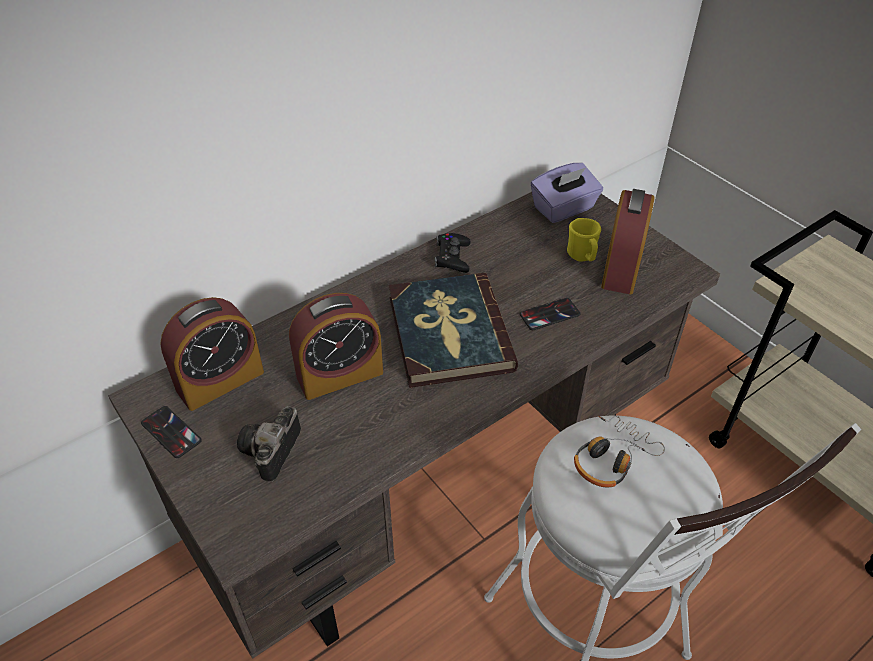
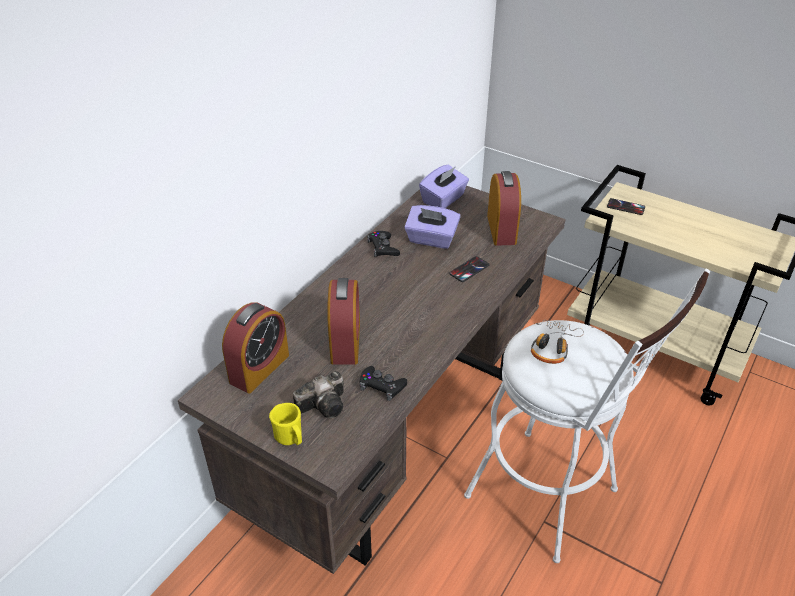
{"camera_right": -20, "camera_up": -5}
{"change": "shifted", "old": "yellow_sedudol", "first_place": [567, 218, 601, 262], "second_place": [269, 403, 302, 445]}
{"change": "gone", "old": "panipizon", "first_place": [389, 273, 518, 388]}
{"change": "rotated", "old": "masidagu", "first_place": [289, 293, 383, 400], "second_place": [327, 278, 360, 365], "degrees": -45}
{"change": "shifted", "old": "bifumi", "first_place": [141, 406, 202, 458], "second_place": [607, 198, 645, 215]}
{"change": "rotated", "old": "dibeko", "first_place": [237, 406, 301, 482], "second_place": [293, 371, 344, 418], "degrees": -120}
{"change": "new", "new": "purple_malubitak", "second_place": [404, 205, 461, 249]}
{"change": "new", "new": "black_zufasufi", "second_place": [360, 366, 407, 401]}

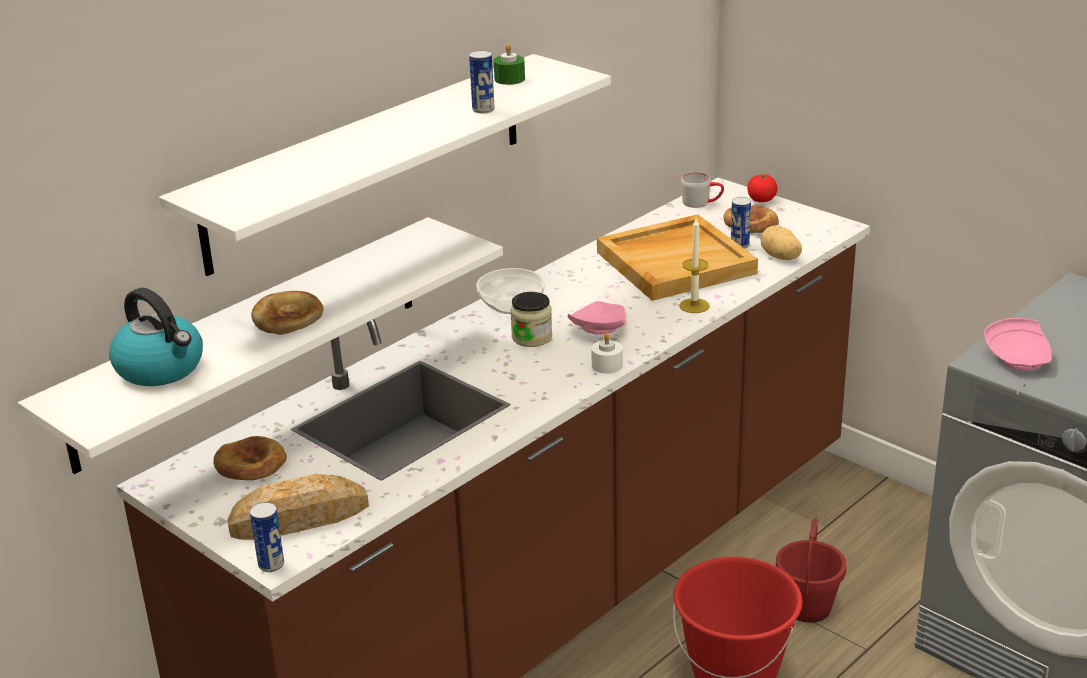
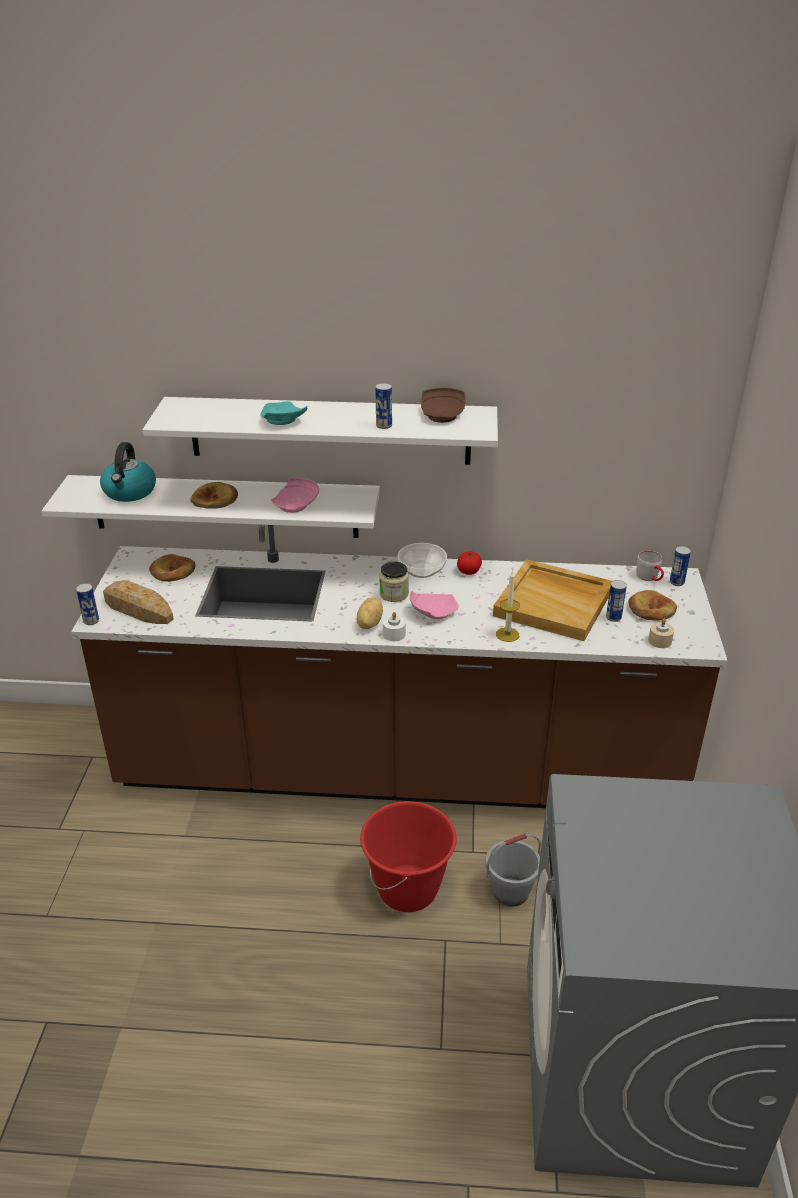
{"camera_right": 50, "camera_up": 5}
{"change": "swapped", "old": "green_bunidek", "new": "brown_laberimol", "first_place": [494, 43, 525, 85], "second_place": [421, 388, 465, 423]}
{"change": "shifted", "old": "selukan", "first_place": [747, 174, 778, 202], "second_place": [457, 551, 482, 575]}
{"change": "shifted", "old": "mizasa", "first_place": [760, 225, 802, 260], "second_place": [357, 597, 383, 629]}
{"change": "shifted", "old": "pink_laberimol", "first_place": [984, 318, 1052, 371], "second_place": [271, 478, 319, 513]}
{"change": "repainted", "old": "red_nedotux", "new": "grey_nedotux", "first_place": [776, 518, 847, 623], "second_place": [486, 834, 541, 906]}
{"change": "new", "new": "turquoise_laberimol", "second_place": [260, 401, 307, 425]}
{"change": "new", "new": "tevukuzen", "second_place": [670, 546, 691, 586]}
{"change": "new", "new": "beige_bunidek", "second_place": [648, 619, 674, 648]}

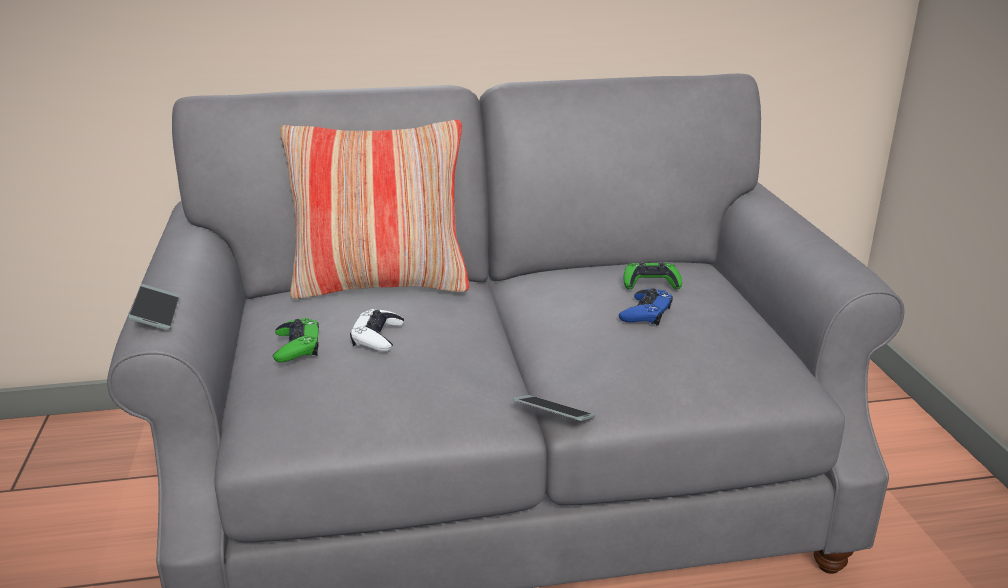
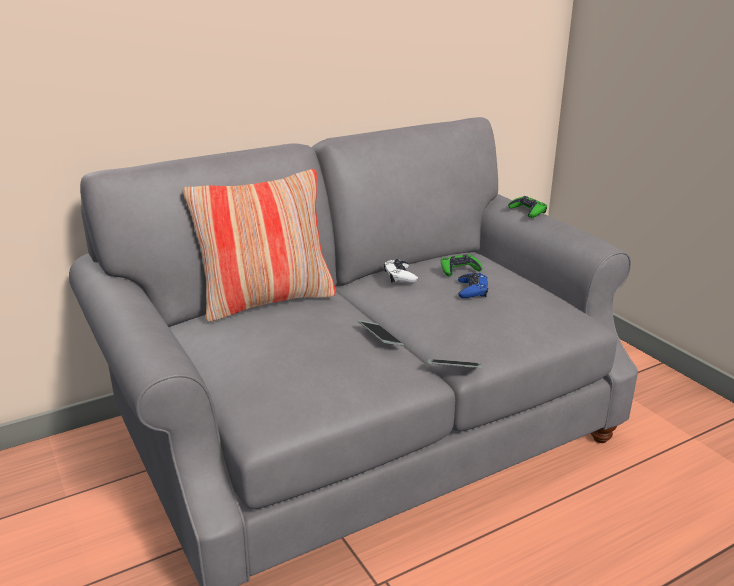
{"camera_right": -20, "camera_up": 0}
{"change": "shifted", "old": "bifumi", "first_place": [128, 284, 179, 330], "second_place": [358, 320, 404, 346]}
{"change": "shifted", "old": "white_zufasufi", "first_place": [350, 309, 404, 352], "second_place": [384, 259, 418, 283]}
{"change": "shifted", "old": "green_zufasufi", "first_place": [273, 318, 319, 362], "second_place": [508, 196, 547, 218]}

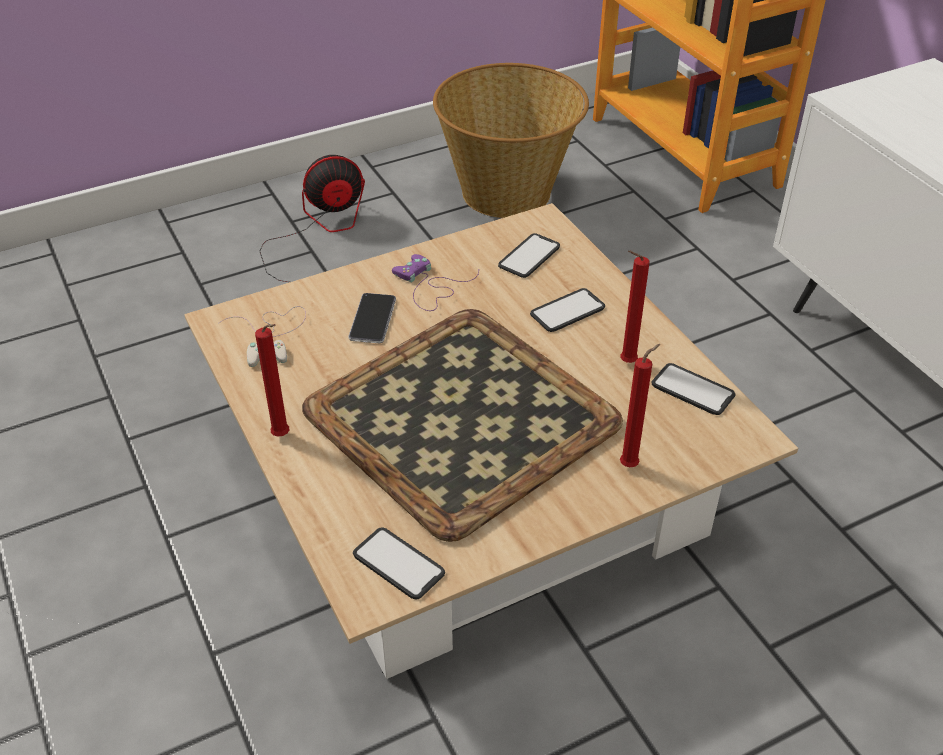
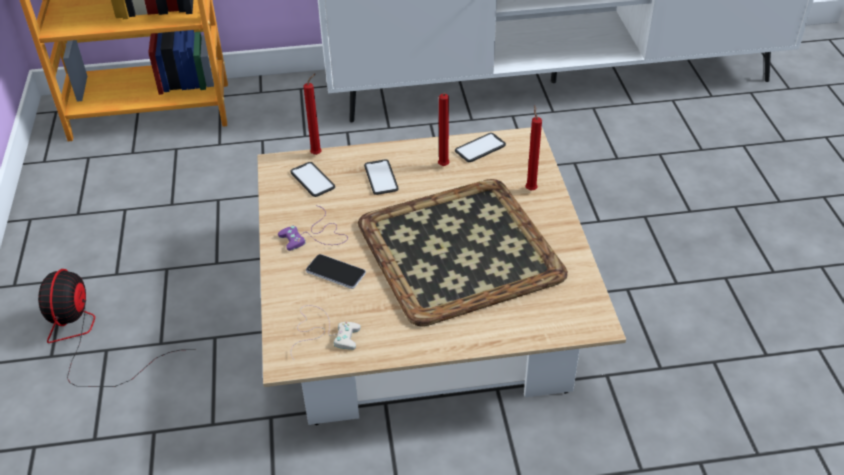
{"camera_right": -70, "camera_up": 0}
{"change": "gone", "old": "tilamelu", "first_place": [433, 63, 589, 218]}
{"change": "shifted", "old": "red_bunidek", "first_place": [255, 324, 289, 437], "second_place": [303, 73, 322, 155]}
{"change": "gone", "old": "bifumi", "first_place": [353, 527, 445, 599]}

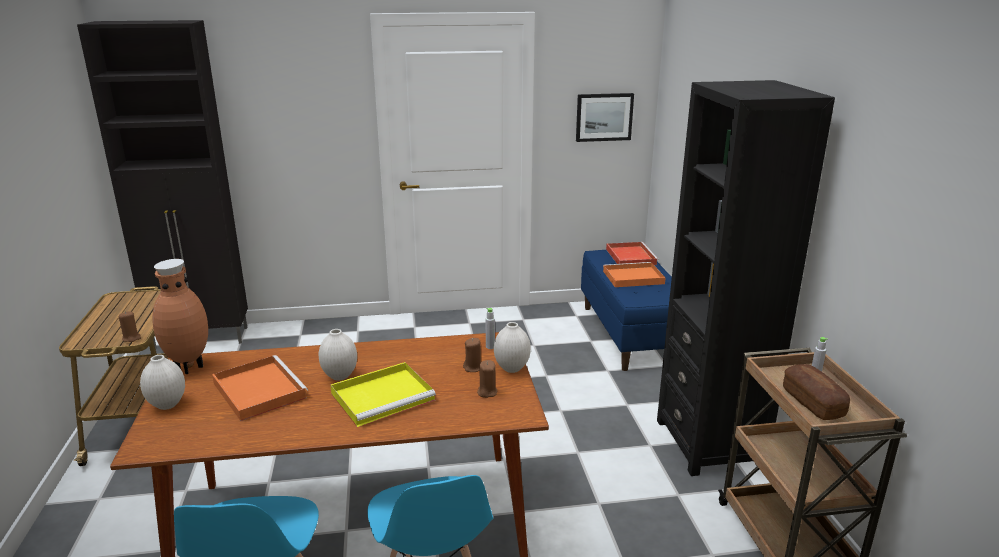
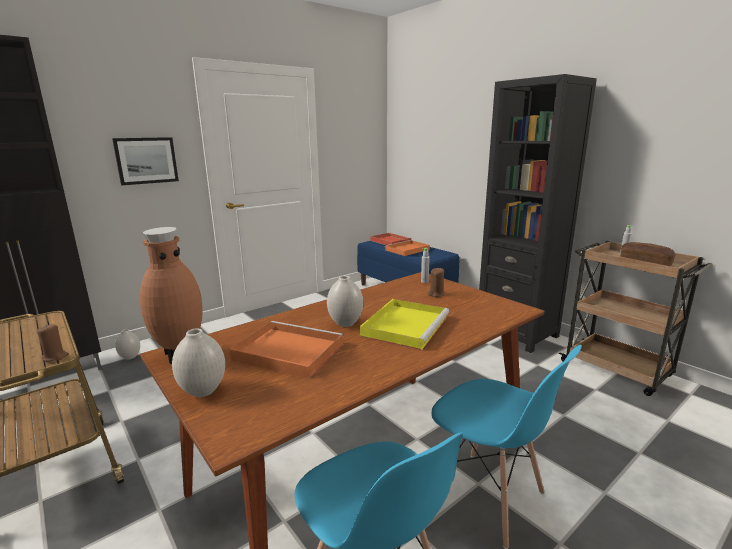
{"camera_right": -30, "camera_up": -5}
{"change": "shifted", "old": "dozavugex", "first_place": [576, 93, 634, 142], "second_place": [112, 137, 179, 185]}
{"change": "shifted", "old": "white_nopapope", "first_place": [494, 322, 531, 373], "second_place": [115, 329, 140, 360]}
{"change": "gone", "old": "brown_bunidek", "first_place": [477, 360, 497, 398]}

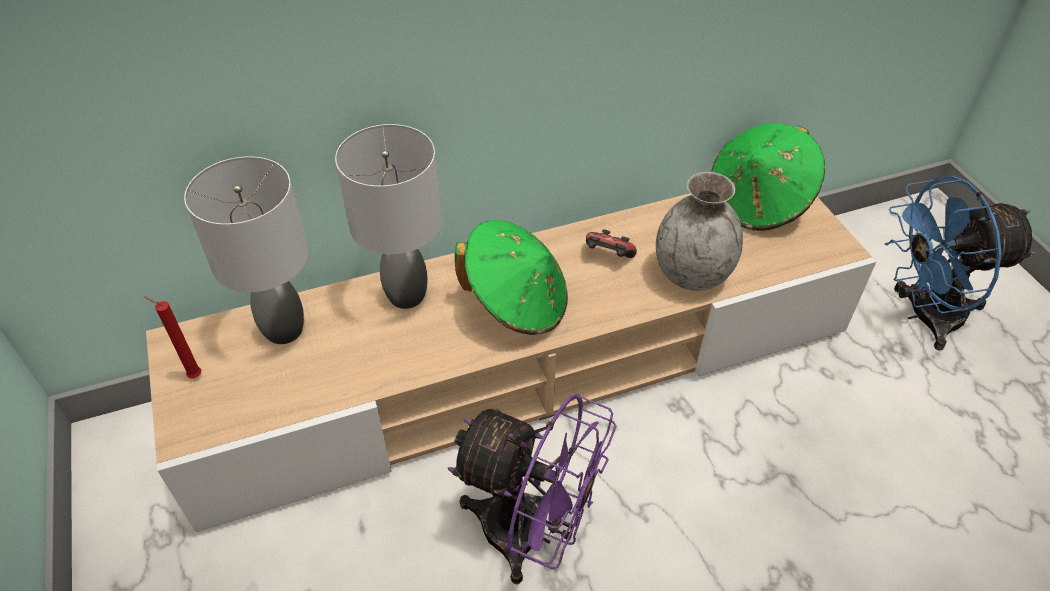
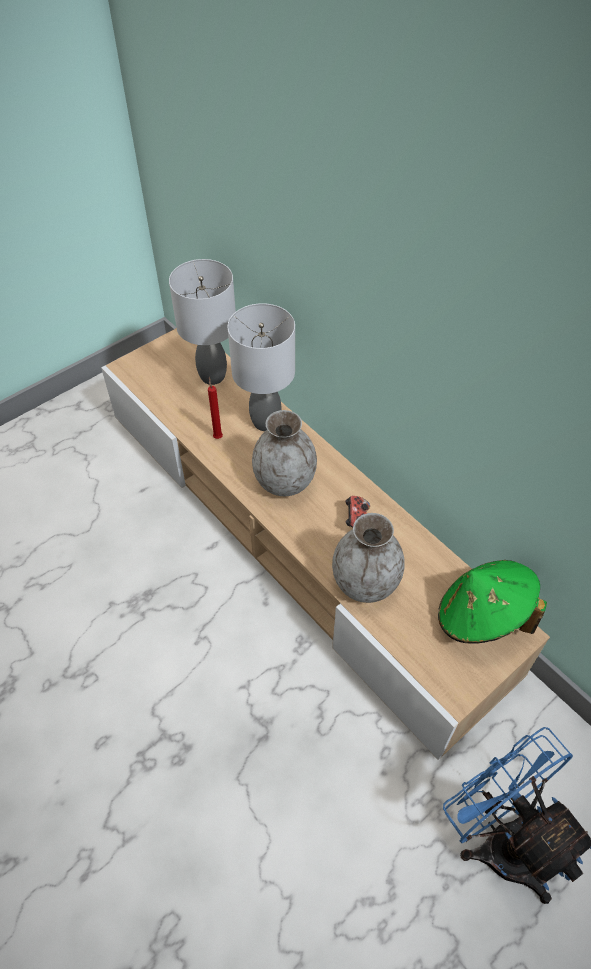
{"camera_right": 70, "camera_up": 5}
{"change": "swapped", "old": "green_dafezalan", "new": "grey_nopapope", "first_place": [455, 220, 568, 335], "second_place": [252, 410, 317, 496]}
{"change": "shifted", "old": "red_bunidek", "first_place": [144, 296, 201, 378], "second_place": [208, 377, 223, 439]}
{"change": "gone", "old": "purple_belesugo", "first_place": [448, 393, 616, 584]}

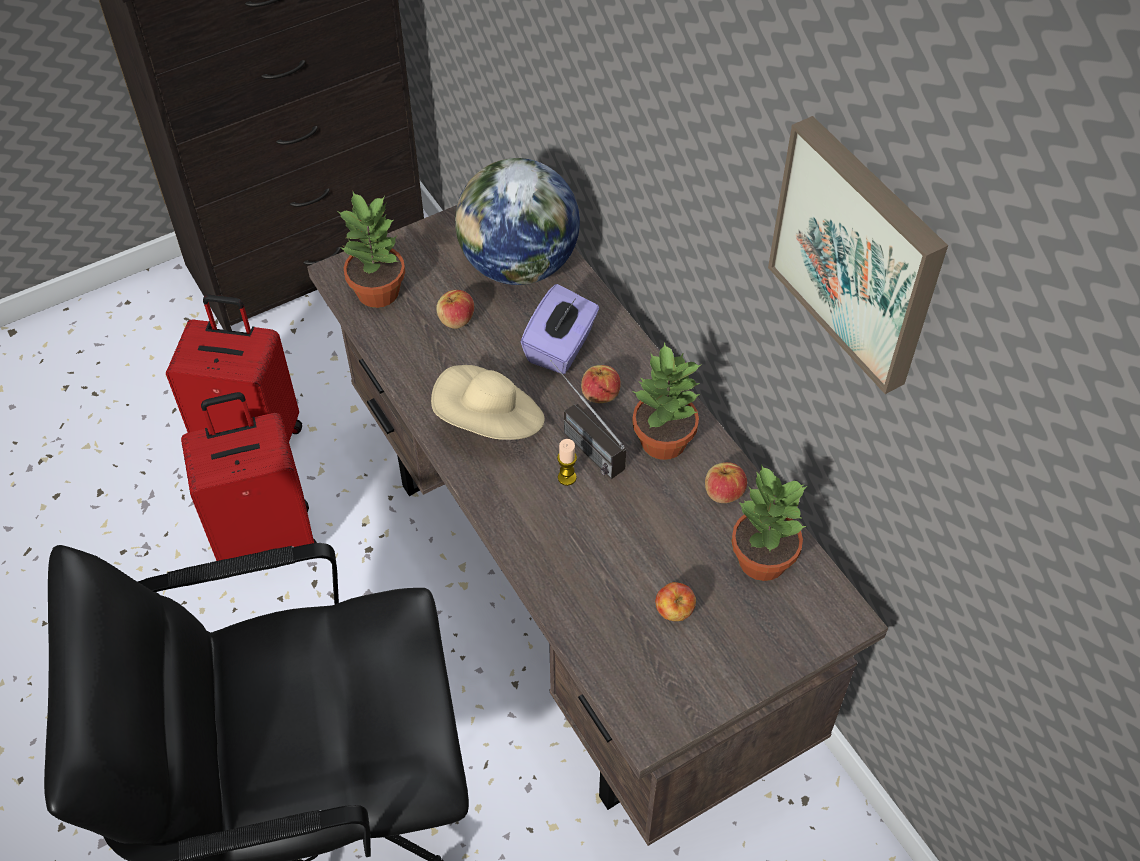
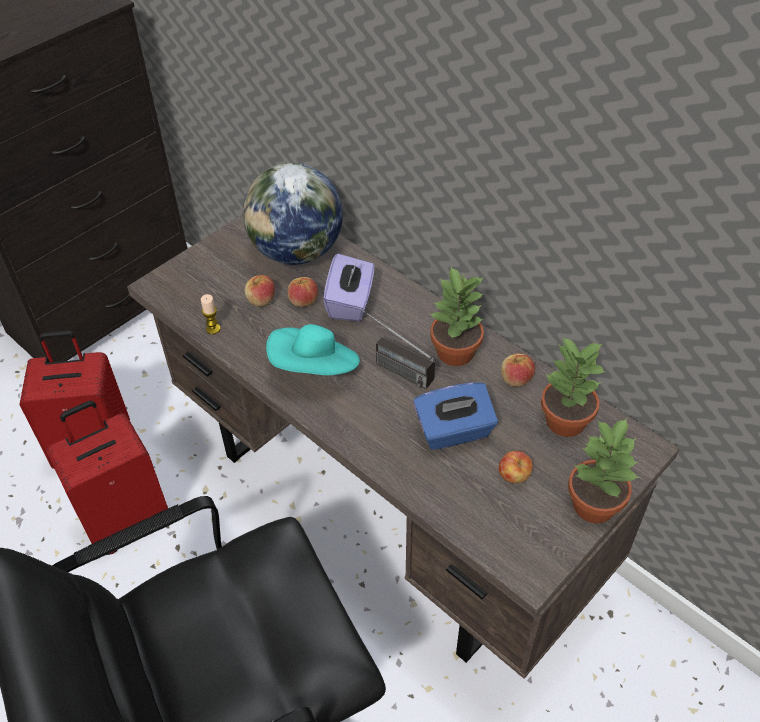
{"camera_right": -15, "camera_up": -5}
{"change": "gone", "old": "dozavugex", "first_place": [768, 116, 948, 394]}
{"change": "shifted", "old": "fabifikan", "first_place": [337, 192, 405, 308], "second_place": [568, 418, 640, 523]}
{"change": "repainted", "old": "beige_dafezalan", "new": "turquoise_dafezalan", "first_place": [431, 365, 544, 440], "second_place": [266, 324, 360, 375]}
{"change": "shifted", "old": "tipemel", "first_place": [581, 365, 621, 403], "second_place": [288, 277, 318, 307]}
{"change": "shifted", "old": "bunidek", "first_place": [557, 439, 577, 486], "second_place": [201, 294, 221, 334]}
{"change": "new", "new": "blue_malubitak", "second_place": [413, 382, 498, 450]}

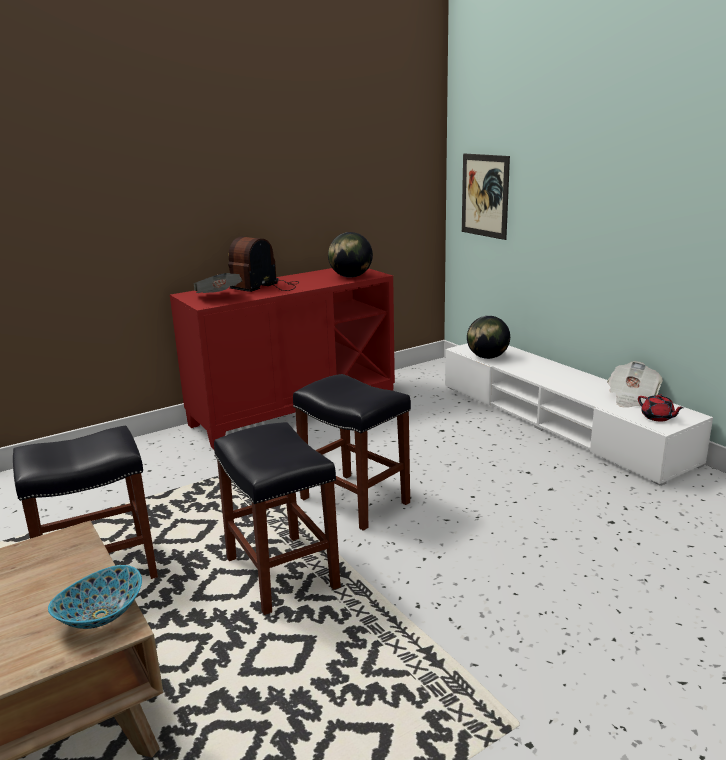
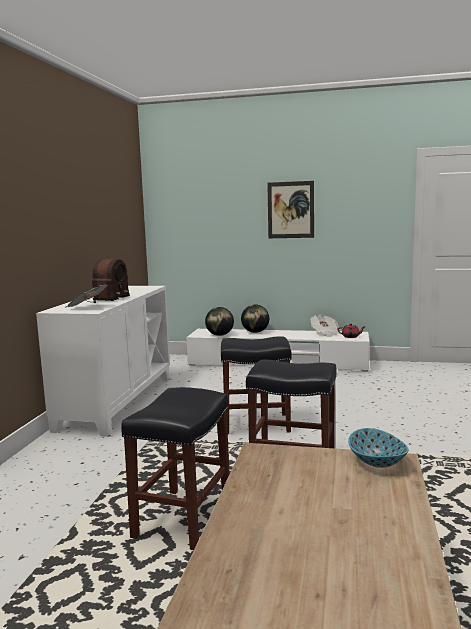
{"camera_right": -45, "camera_up": -10}
{"change": "shifted", "old": "dozavugex", "first_place": [462, 154, 510, 240], "second_place": [267, 181, 314, 238]}
{"change": "shifted", "old": "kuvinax", "first_place": [328, 232, 373, 278], "second_place": [241, 304, 269, 333]}
{"change": "rotated", "old": "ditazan", "first_place": [228, 237, 299, 292], "second_place": [85, 259, 130, 303], "degrees": -150}
{"change": "repainted", "old": "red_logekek", "new": "white_logekek", "first_place": [170, 268, 395, 450], "second_place": [36, 286, 170, 436]}

